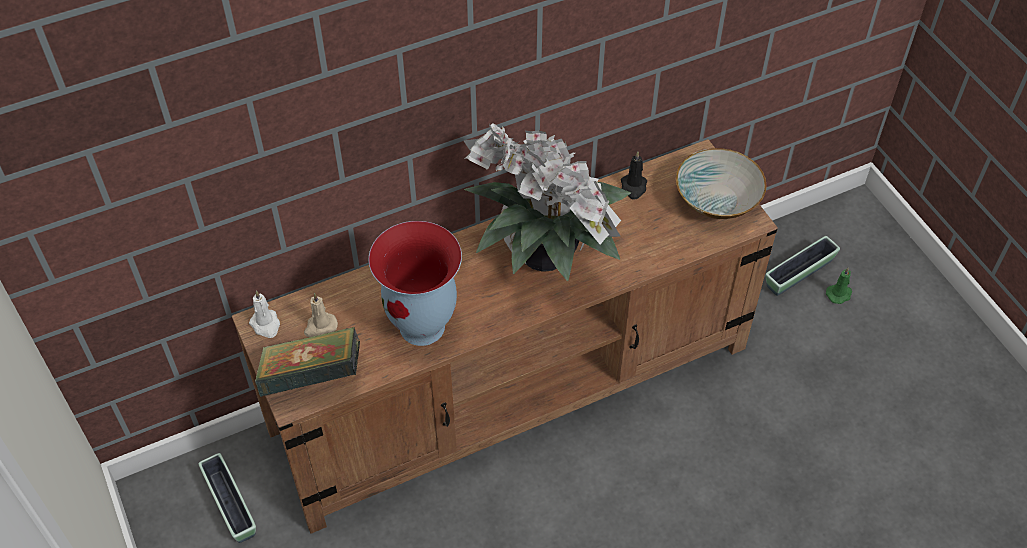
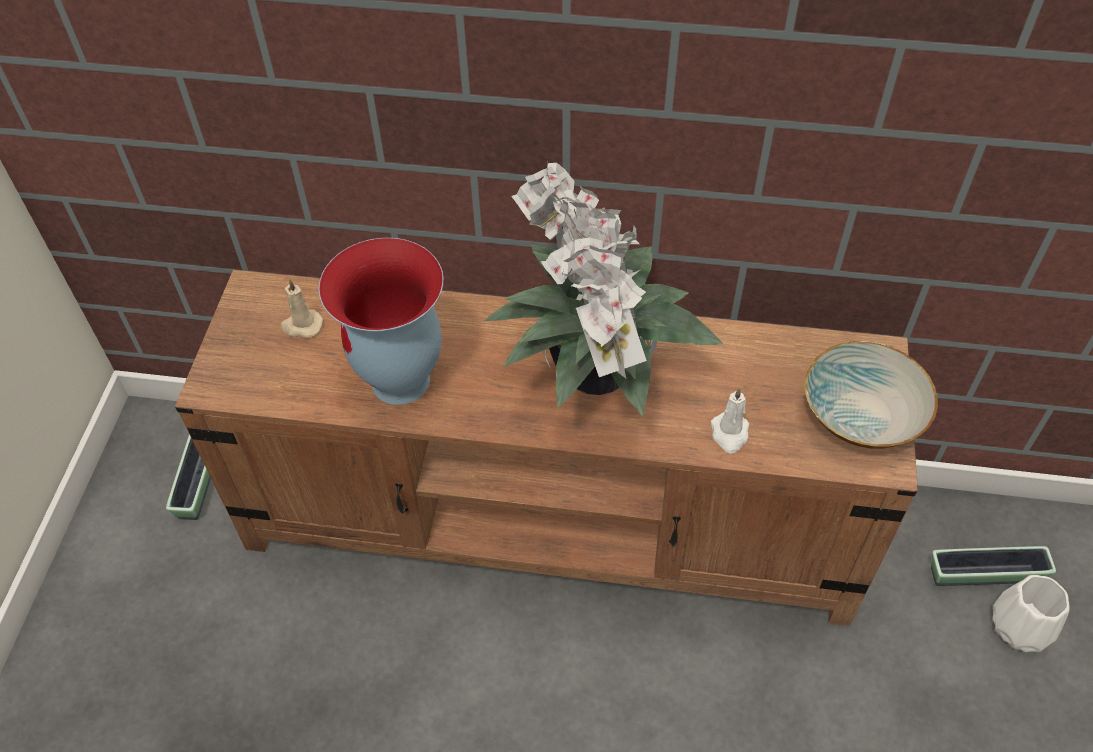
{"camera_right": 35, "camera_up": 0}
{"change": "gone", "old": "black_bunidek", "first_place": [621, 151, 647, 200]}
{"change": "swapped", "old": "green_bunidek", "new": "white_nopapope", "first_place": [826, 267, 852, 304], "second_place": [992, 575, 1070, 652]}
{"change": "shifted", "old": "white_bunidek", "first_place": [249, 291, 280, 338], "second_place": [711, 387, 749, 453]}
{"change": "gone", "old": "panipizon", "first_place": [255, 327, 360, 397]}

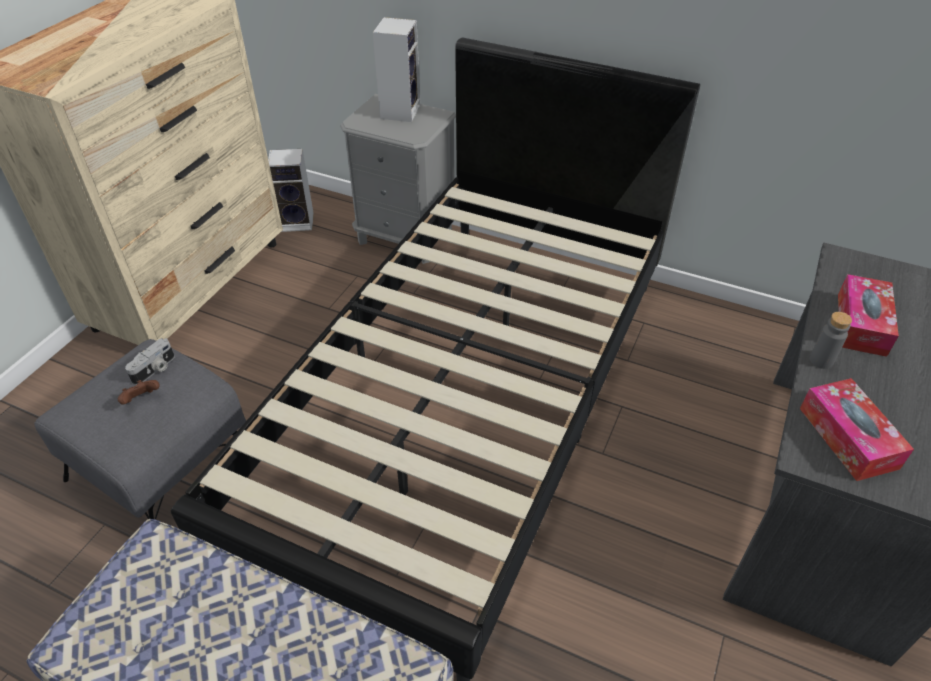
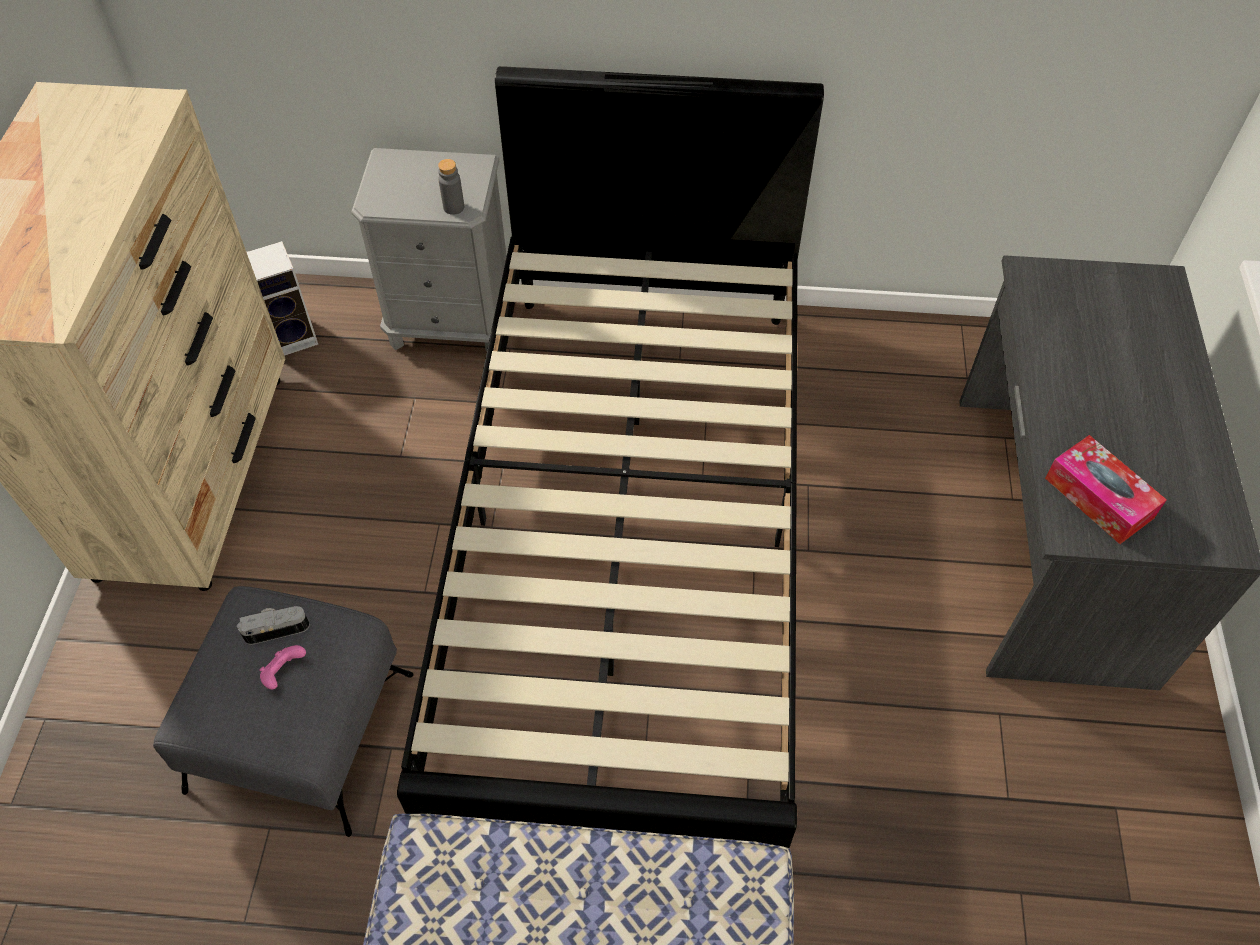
{"camera_right": -20, "camera_up": 10}
{"change": "gone", "old": "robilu", "first_place": [373, 17, 421, 122]}
{"change": "gone", "old": "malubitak", "first_place": [838, 274, 899, 357]}
{"change": "shifted", "old": "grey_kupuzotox", "first_place": [810, 312, 852, 369], "second_place": [438, 159, 464, 215]}
{"change": "rotated", "old": "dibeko", "first_place": [125, 338, 174, 385], "second_place": [237, 606, 310, 645], "degrees": -120}
{"change": "repainted", "old": "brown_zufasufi", "new": "pink_zufasufi", "first_place": [118, 380, 160, 405], "second_place": [259, 645, 306, 689]}

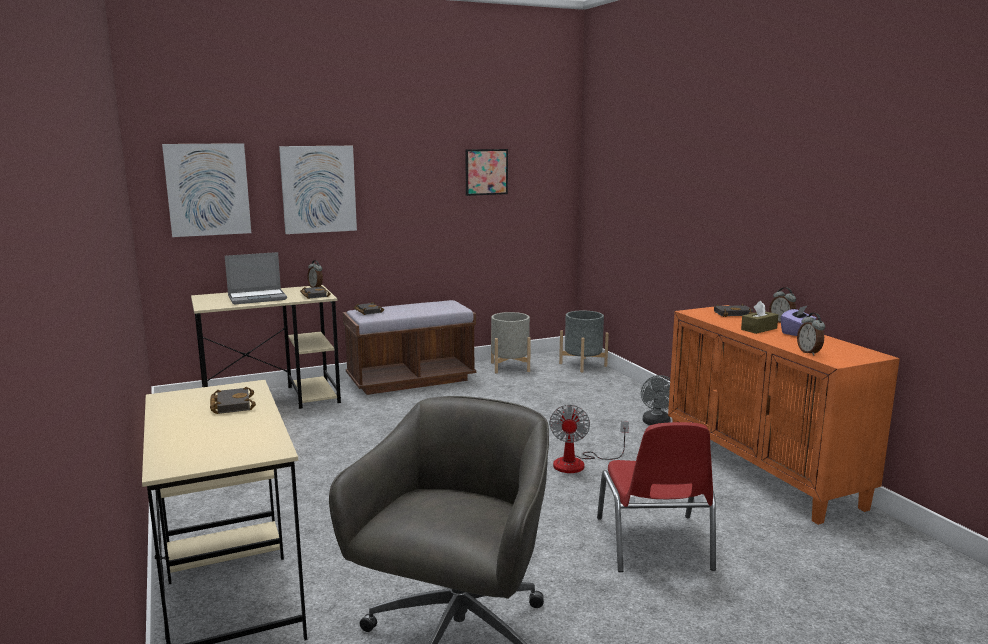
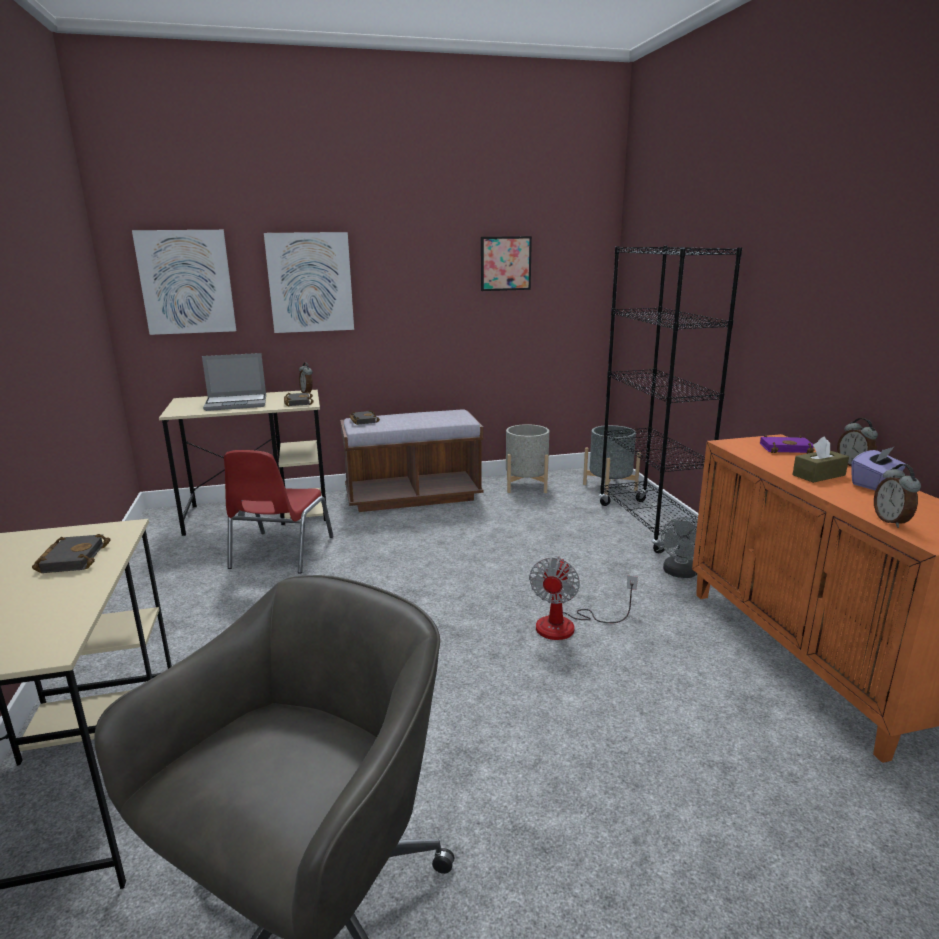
{"camera_right": 10, "camera_up": 5}
{"change": "repainted", "old": "black_panipizon", "new": "purple_panipizon", "first_place": [714, 304, 754, 317], "second_place": [760, 435, 814, 454]}
{"change": "shifted", "old": "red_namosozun", "first_place": [597, 422, 716, 572], "second_place": [224, 450, 333, 573]}
{"change": "new", "new": "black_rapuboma", "second_place": [599, 246, 742, 553]}

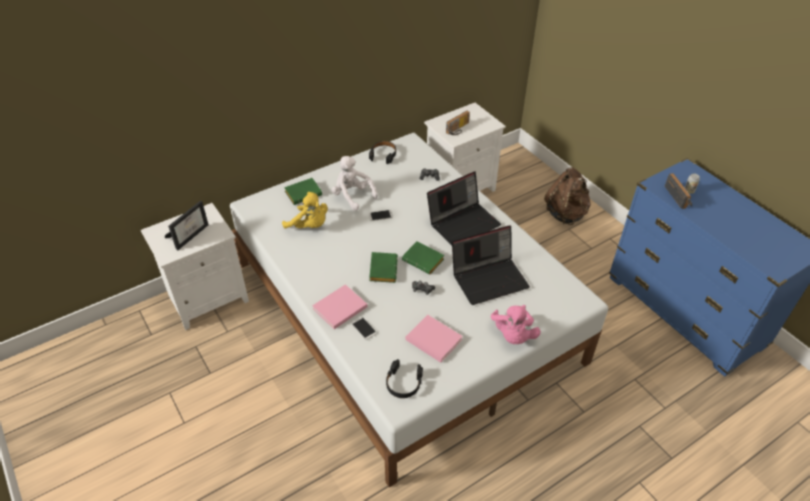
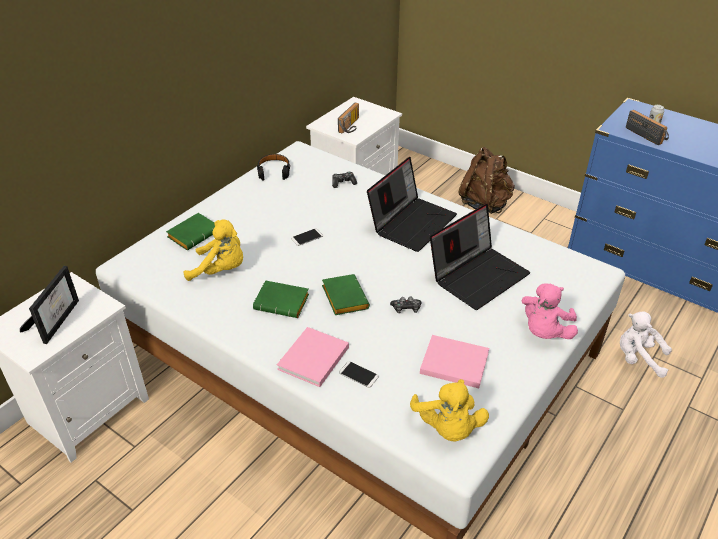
{"camera_right": -20, "camera_up": -5}
{"change": "shifted", "old": "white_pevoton", "first_place": [332, 156, 378, 211], "second_place": [620, 311, 672, 378]}
{"change": "shifted", "old": "green_panipizon", "first_place": [402, 241, 444, 274], "second_place": [253, 280, 309, 318]}
{"change": "rotated", "old": "pink_pevoton", "first_place": [491, 305, 541, 344], "second_place": [522, 283, 578, 339], "degrees": 45}
{"change": "swapped", "old": "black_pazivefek", "new": "yellow_pevoton", "first_place": [386, 359, 423, 398], "second_place": [410, 379, 489, 442]}

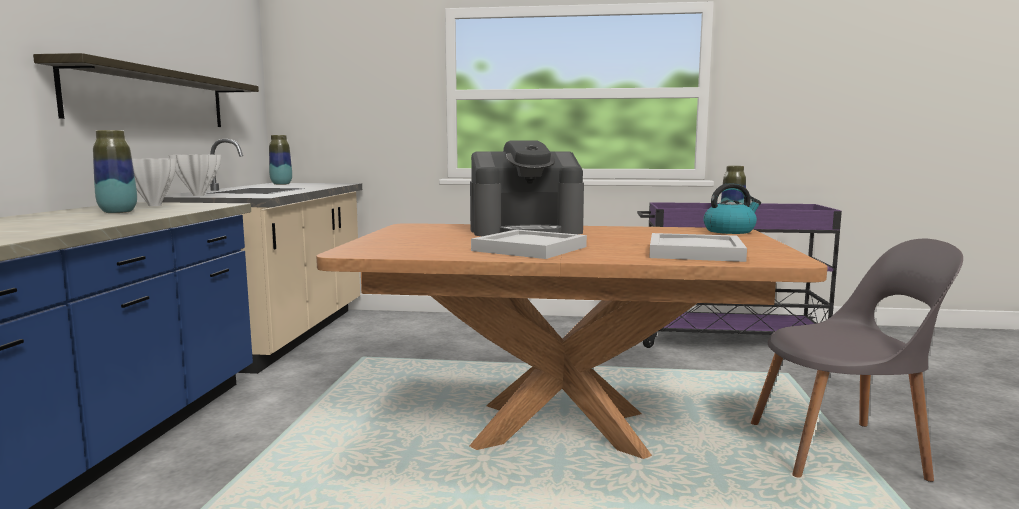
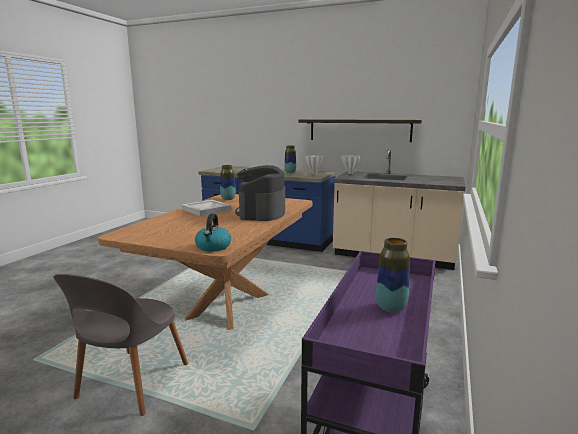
{"camera_right": 105, "camera_up": 5}
{"change": "shifted", "old": "nopapope", "first_place": [269, 135, 292, 185], "second_place": [220, 165, 236, 200]}
{"change": "gone", "old": "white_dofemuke", "first_place": [649, 233, 747, 262]}

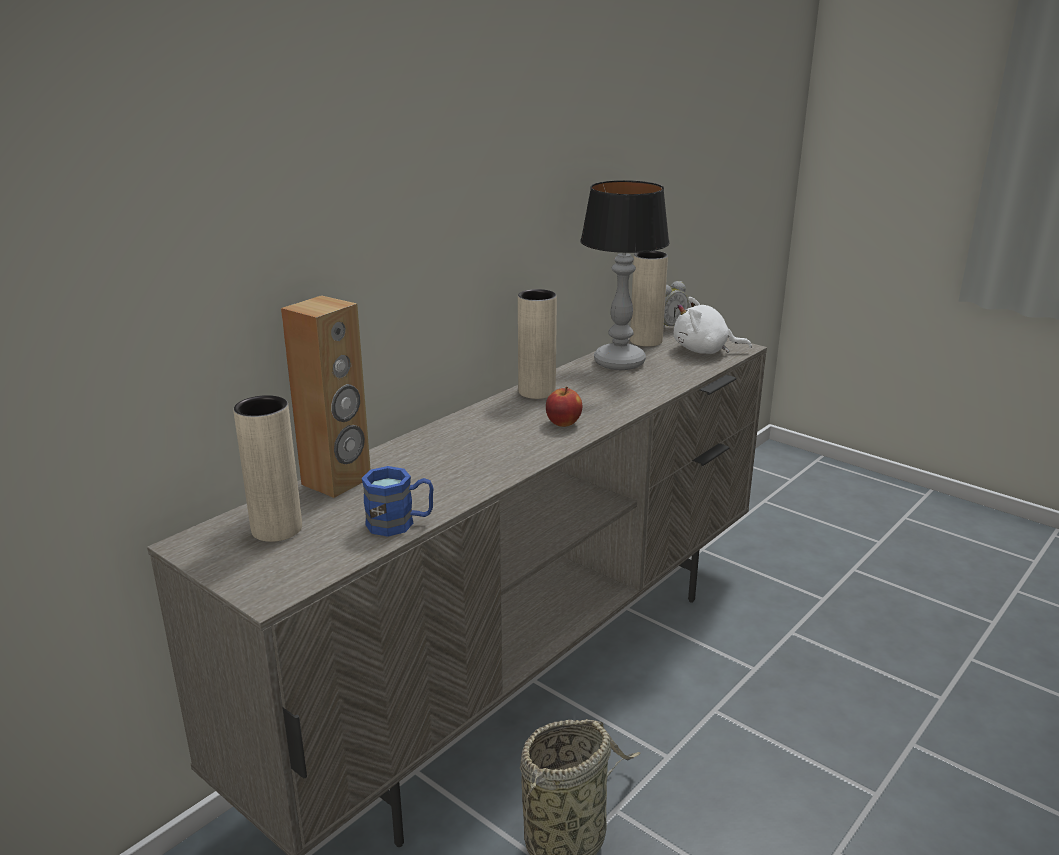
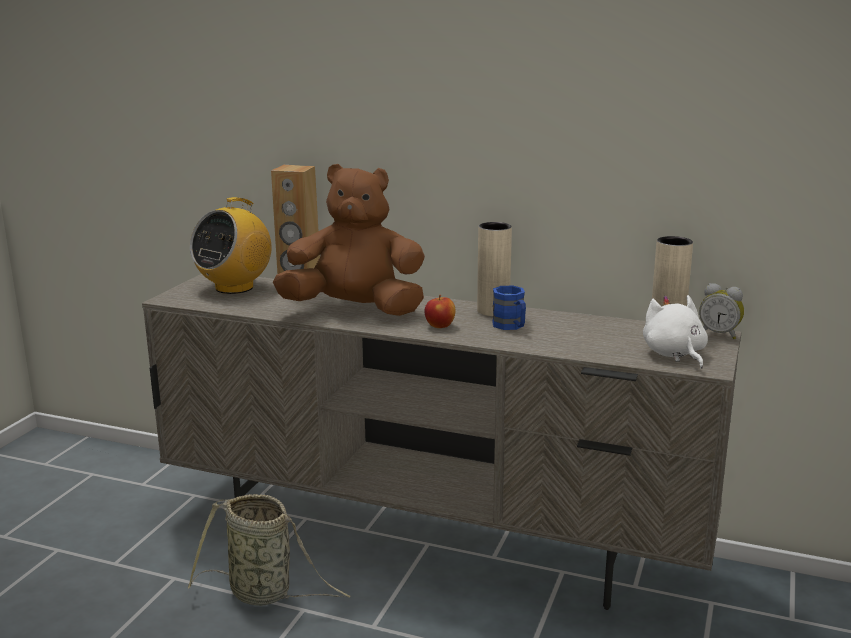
{"camera_right": 70, "camera_up": -5}
{"change": "gone", "old": "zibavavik", "first_place": [580, 180, 670, 370]}
{"change": "swapped", "old": "beige_nopapope", "new": "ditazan", "first_place": [233, 395, 302, 542], "second_place": [190, 197, 271, 294]}
{"change": "shifted", "old": "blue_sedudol", "first_place": [362, 466, 434, 537], "second_place": [492, 286, 526, 330]}
{"change": "new", "new": "brown_pevoton", "second_place": [273, 164, 425, 316]}

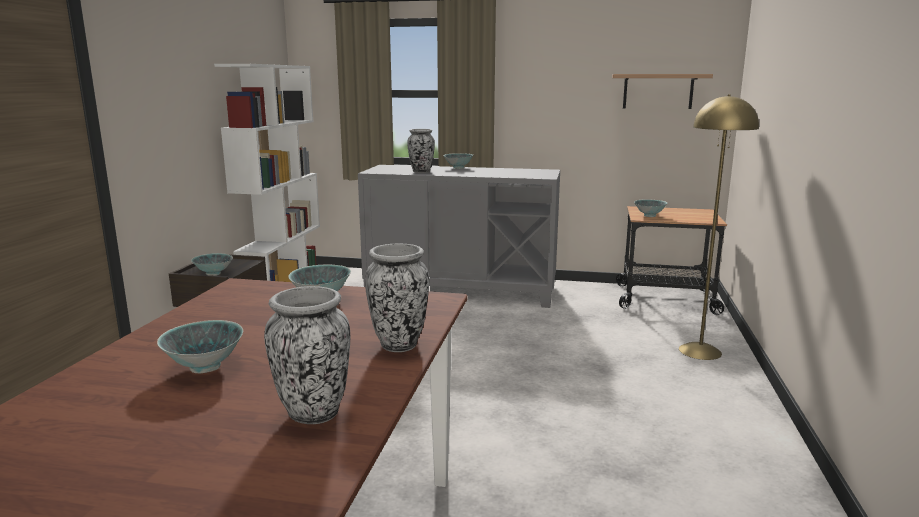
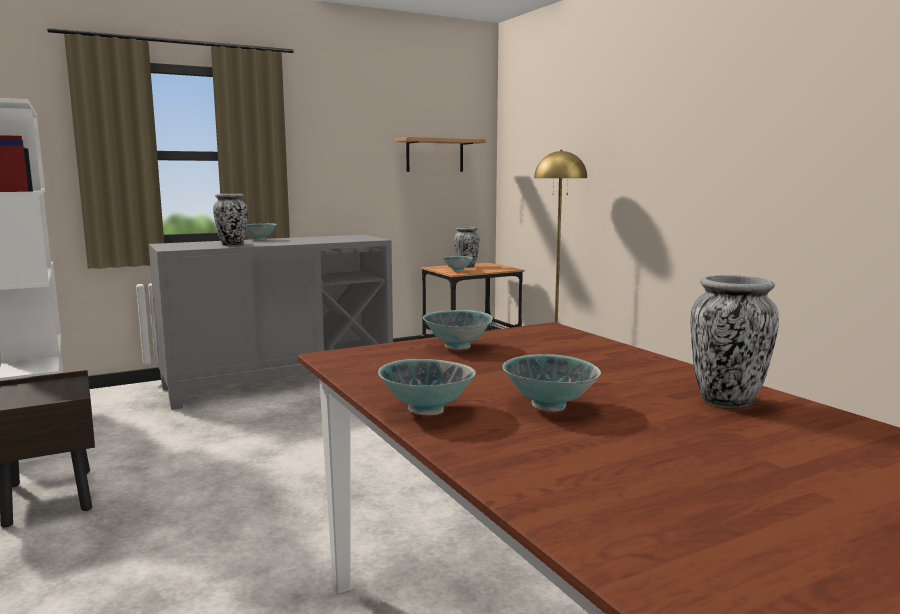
{"camera_right": -40, "camera_up": -5}
{"change": "shifted", "old": "nopapope", "first_place": [365, 244, 429, 352], "second_place": [454, 227, 480, 268]}
{"change": "shifted", "old": "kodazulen", "first_place": [191, 253, 233, 276], "second_place": [378, 359, 476, 416]}

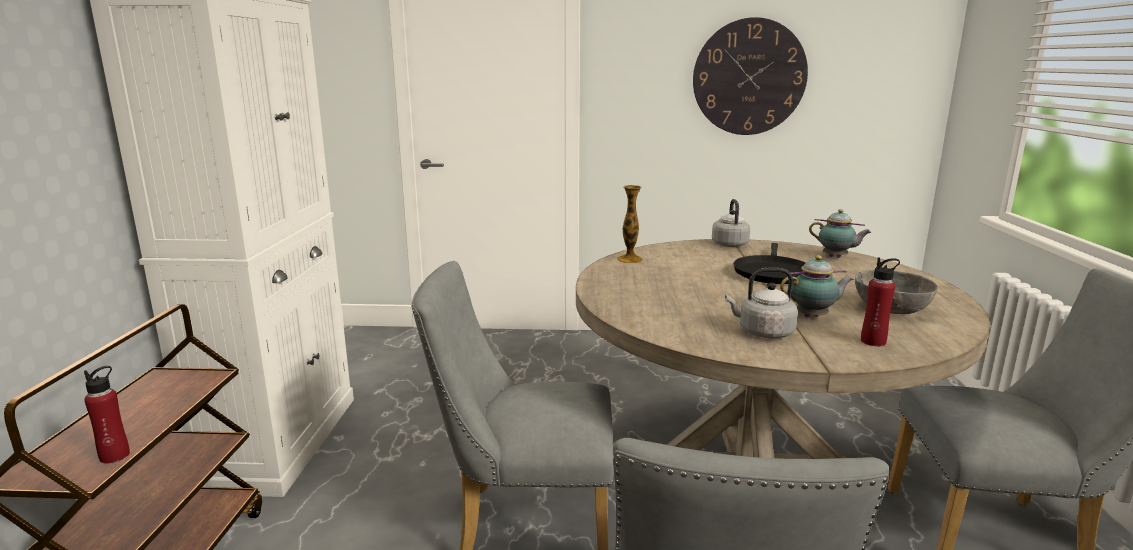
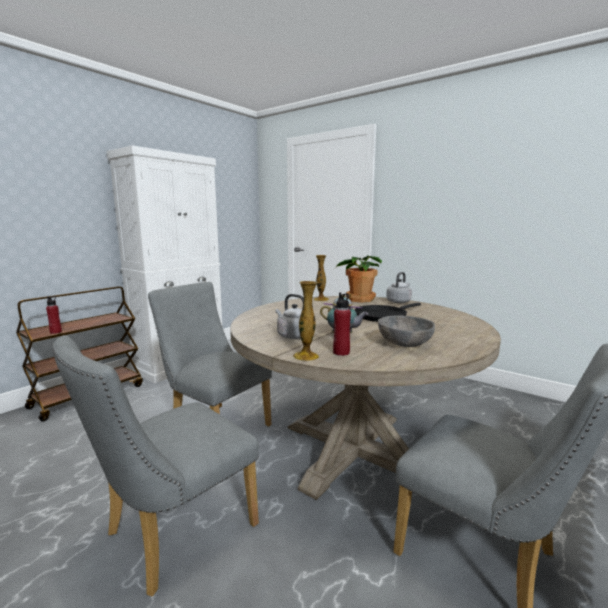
{"camera_right": 35, "camera_up": -5}
{"change": "gone", "old": "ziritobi", "first_place": [693, 17, 808, 135]}
{"change": "gone", "old": "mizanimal", "first_place": [809, 209, 871, 258]}
{"change": "new", "new": "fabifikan", "second_place": [335, 256, 382, 302]}
{"change": "new", "new": "nopapope", "second_place": [293, 281, 319, 361]}

